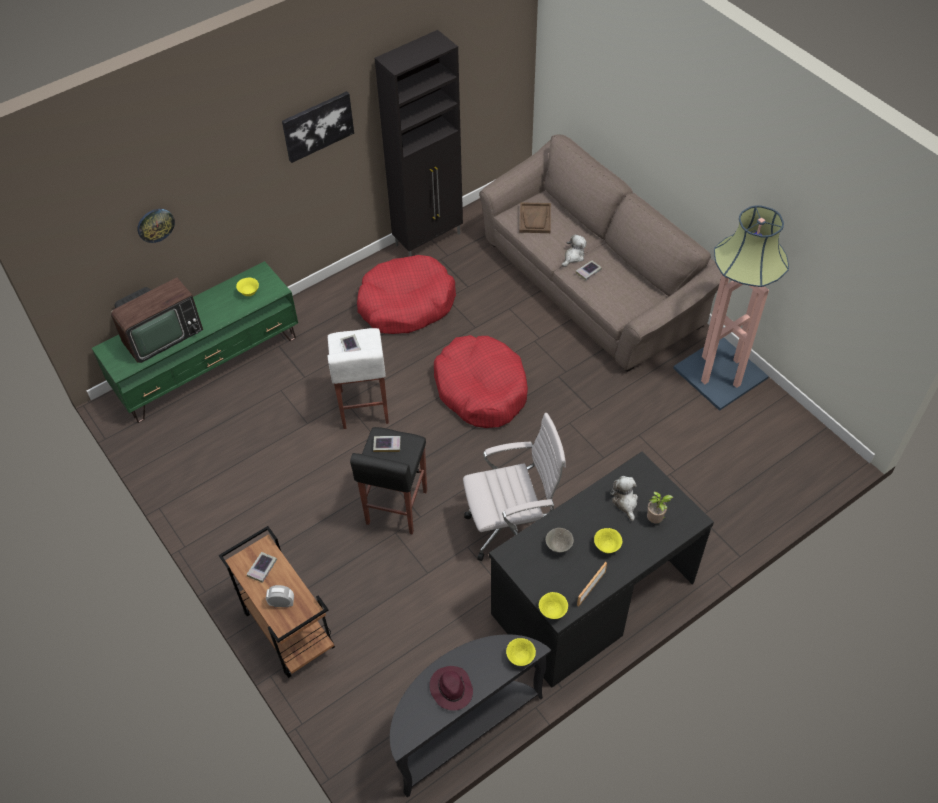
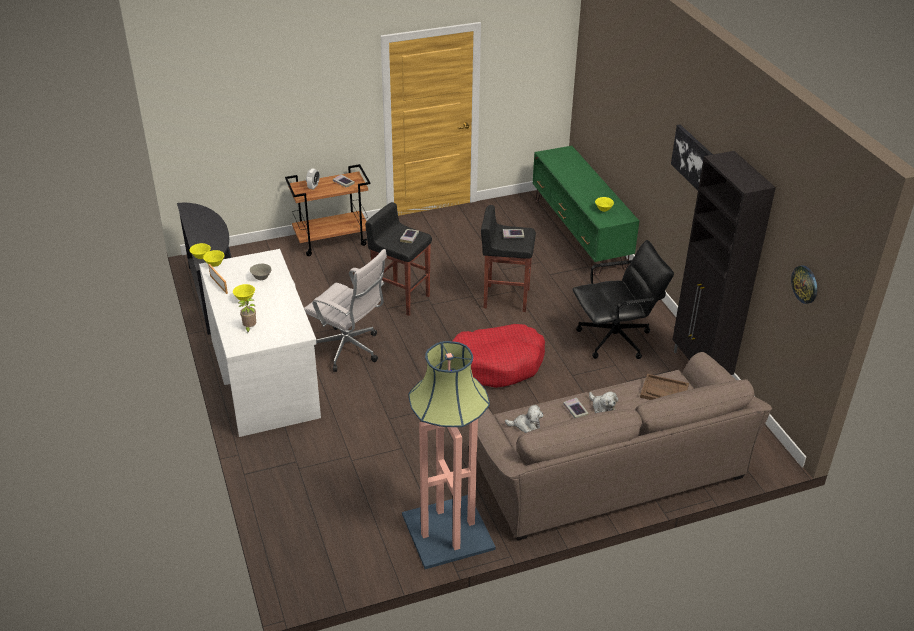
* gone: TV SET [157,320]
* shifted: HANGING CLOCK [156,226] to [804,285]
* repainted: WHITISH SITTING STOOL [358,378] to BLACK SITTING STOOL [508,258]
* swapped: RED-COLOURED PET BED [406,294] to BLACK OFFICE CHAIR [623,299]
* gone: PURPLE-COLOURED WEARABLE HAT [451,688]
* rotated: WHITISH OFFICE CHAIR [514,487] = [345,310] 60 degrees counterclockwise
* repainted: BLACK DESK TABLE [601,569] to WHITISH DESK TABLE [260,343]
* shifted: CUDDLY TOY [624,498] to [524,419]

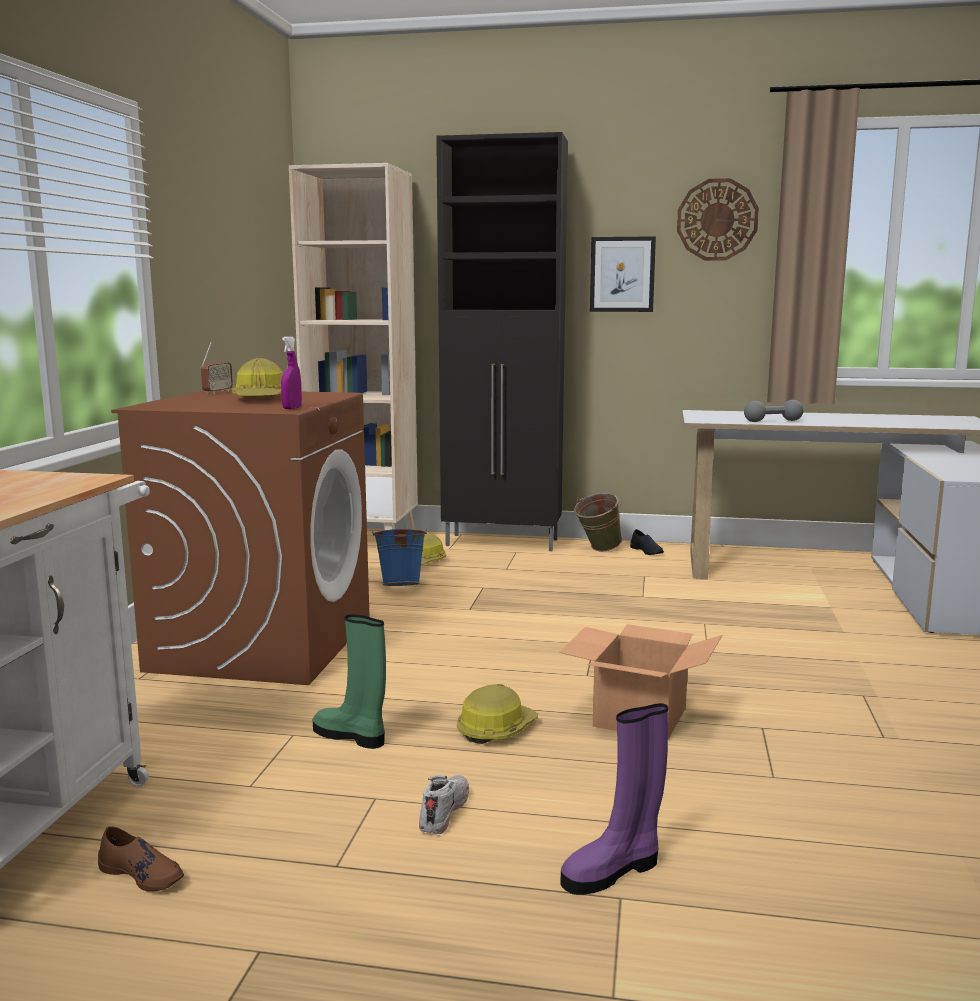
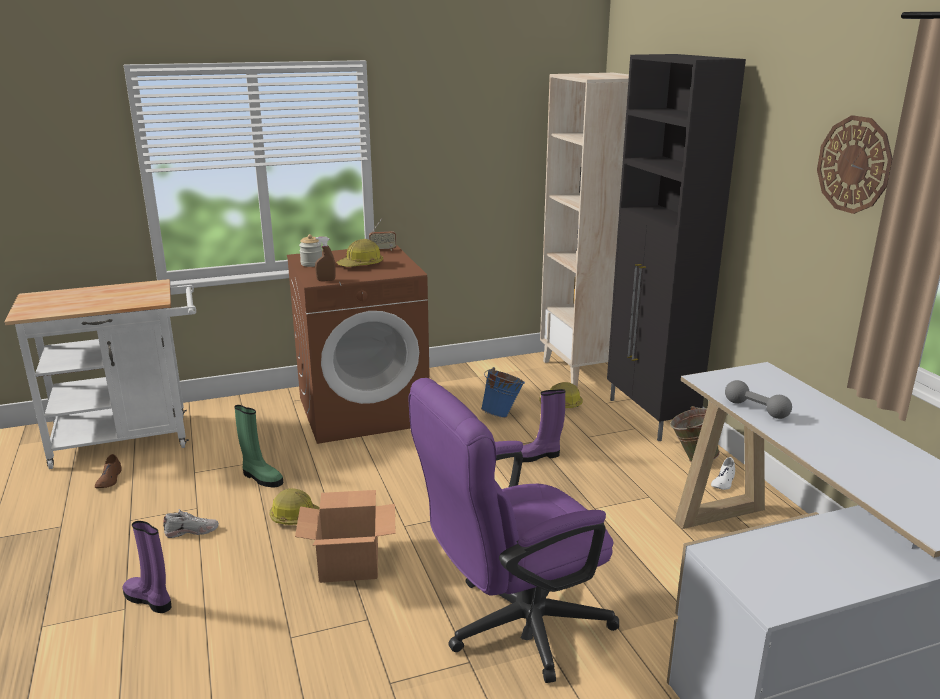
* repainted: PURPLE-COLOURED SPRAY BOTTLE [291,372] to BROWN SPRAY BOTTLE [325,259]
* rotated: GREEN TALL BOOT [349,681] = [258,446] 120 degrees clockwise
* gone: WALL PICTURE [623,274]
* repainted: BLACK LOW SHOE [647,542] to WHITISH LOW SHOE [723,473]
* new: JAR [310,250]
* new: PURPLE-COLOURED OFFICE CHAIR [513,530]
* new: PURPLE-COLOURED TALL BOOT [543,425]

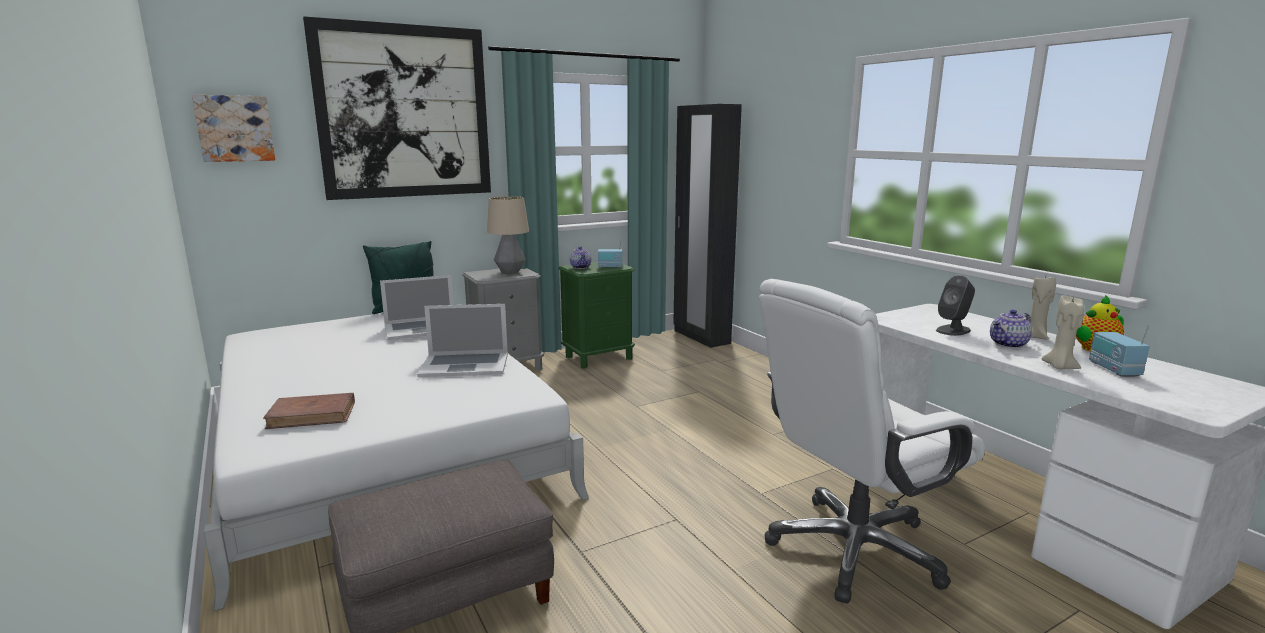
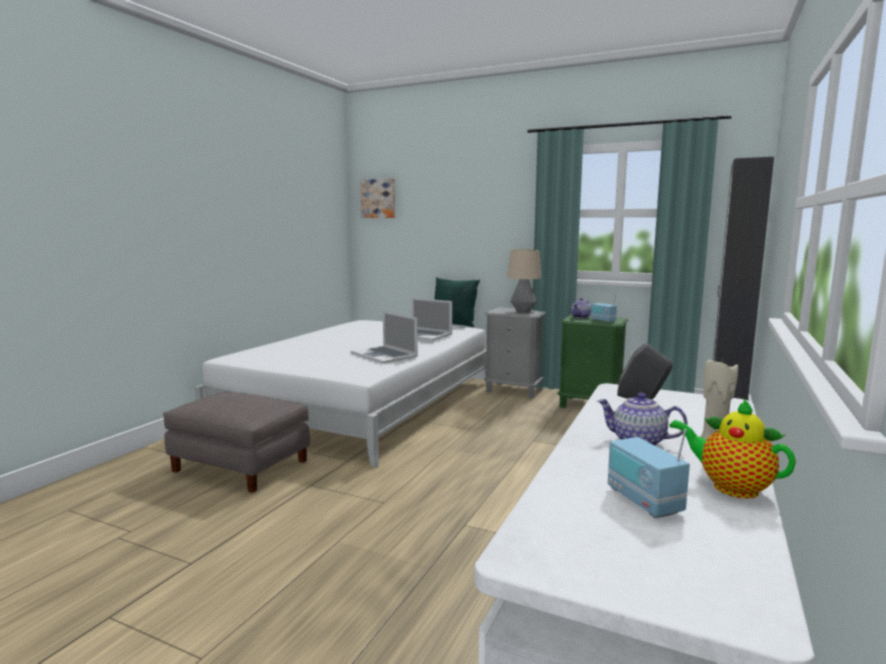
* gone: BROWN BOOK [309,411]
* gone: WALL PICTURE [397,108]
* gone: WHITISH OFFICE CHAIR [872,441]
* gone: BEIGE WAX LIGHT [1062,332]
* rotated: RADIO [1119,350] = [649,473] 75 degrees counterclockwise

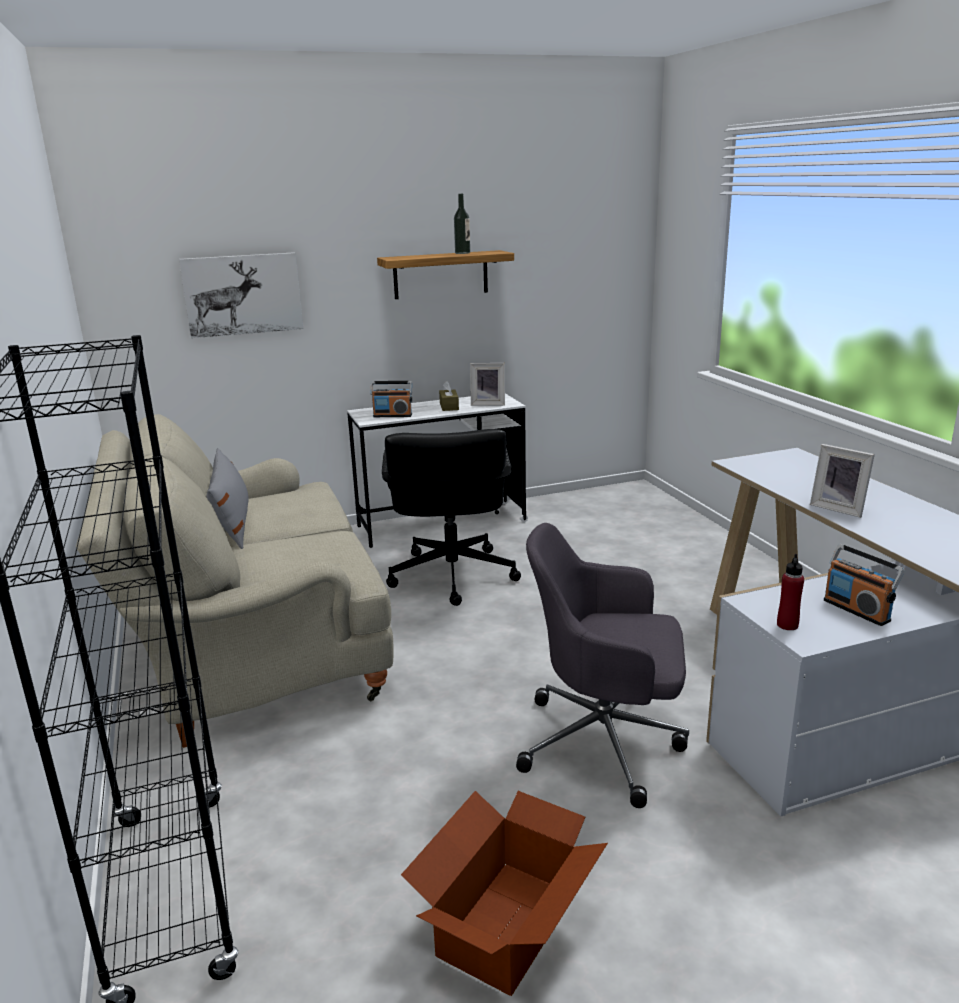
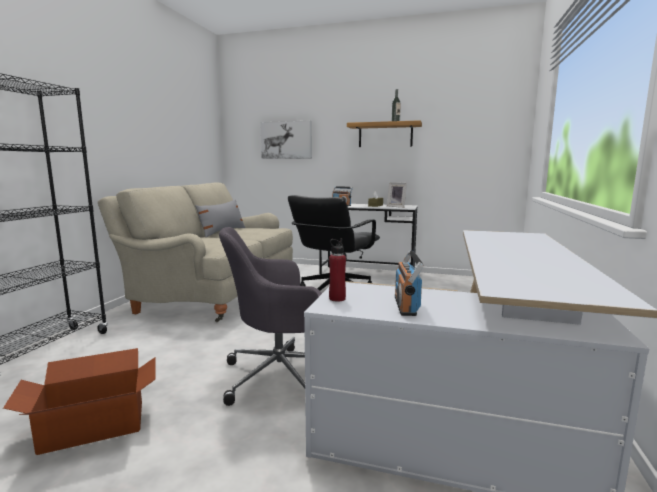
* rotated: GRAY OFFICE CHAIR [602,665] = [270,316] 60 degrees counterclockwise
* gone: STANDING FRAME [842,481]

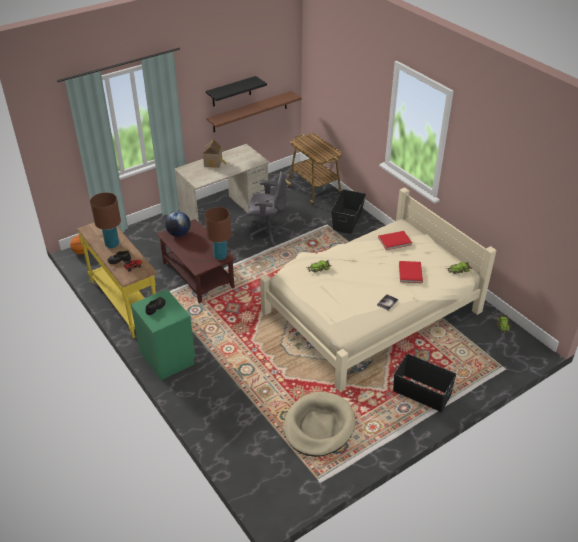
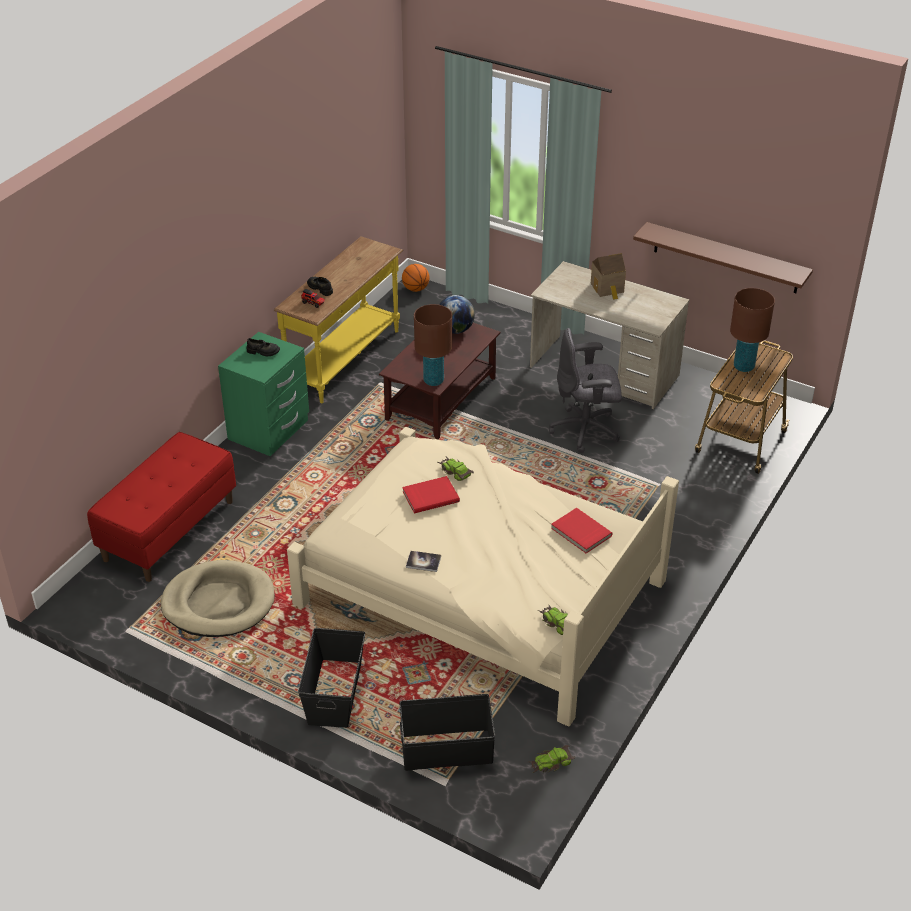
* shifted: BROWN TABLETOP LAMP [105,220] to [752,330]
* gone: BLACK WALL SHELF [236,91]
* rotated: GRAY OFFICE CHAIR [269,208] = [585,390] 105 degrees clockwise
* shifted: BLACK STORAGE BIN [348,211] to [447,732]
* shifted: RED-COLOURED BOOK [411,272] to [431,494]
* new: RED-COLOURED LONG SEAT [161,507]

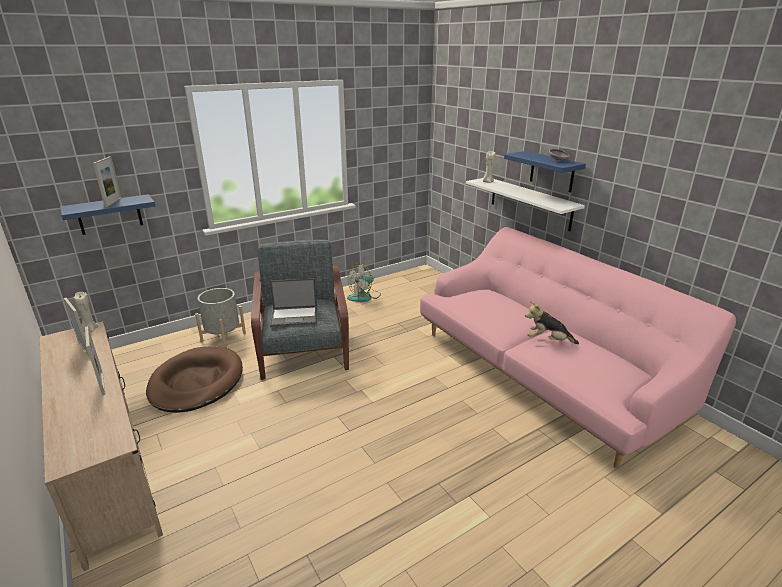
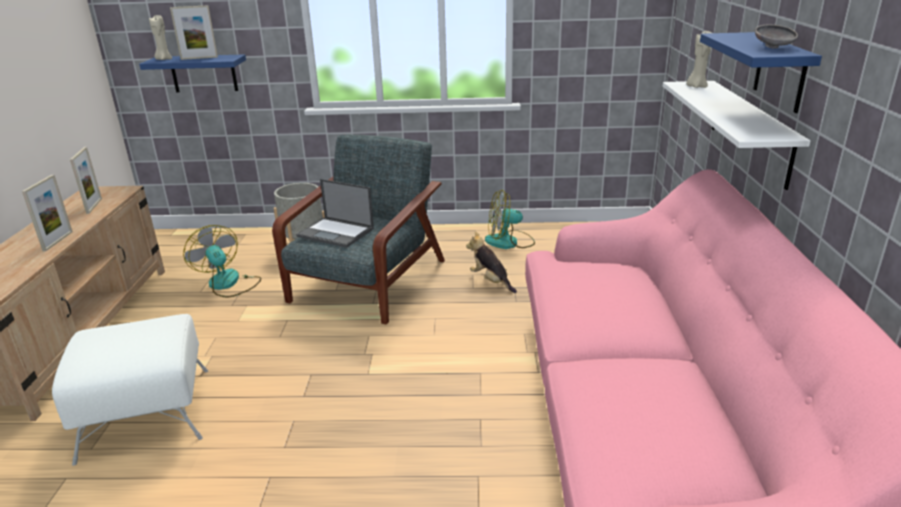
* shifted: BEIGE WAX LIGHT [85,312] to [160,37]
* rotated: STANDING FRAME [107,181] = [194,32] 45 degrees clockwise
* swapped: BROWN PET BED [194,379] to FAN [222,261]
* shifted: CUDDLY TOY [552,322] to [491,262]
* new: WHITISH FOOTREST [130,390]

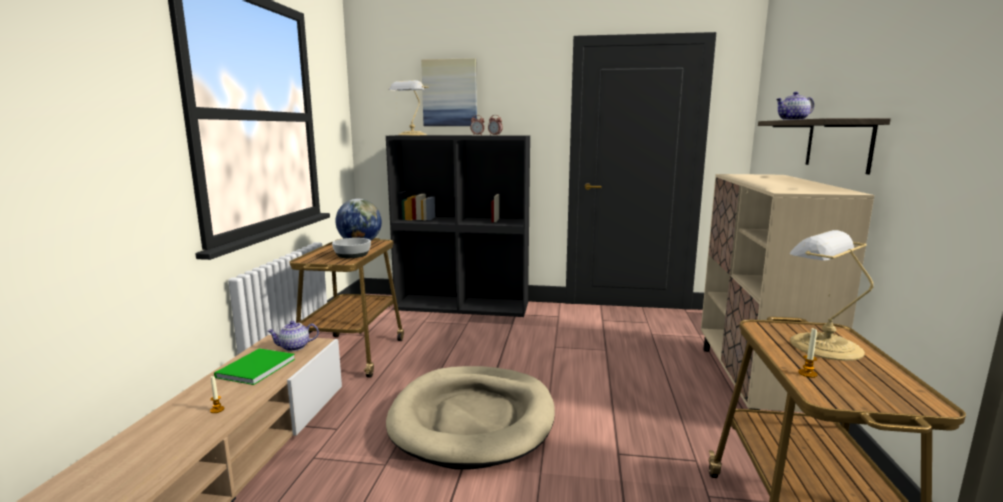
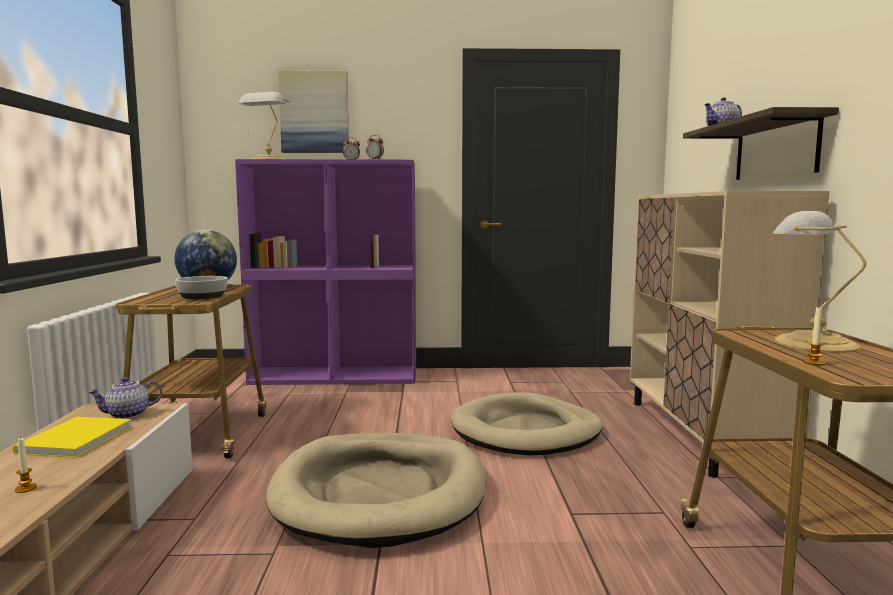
* repainted: GREEN BOOK [254,366] to YELLOW-COLOURED BOOK [72,437]
* repainted: BLACK BOOKSHELF [458,226] to PURPLE-COLOURED BOOKSHELF [325,272]
* new: BEIGE PET BED [527,423]

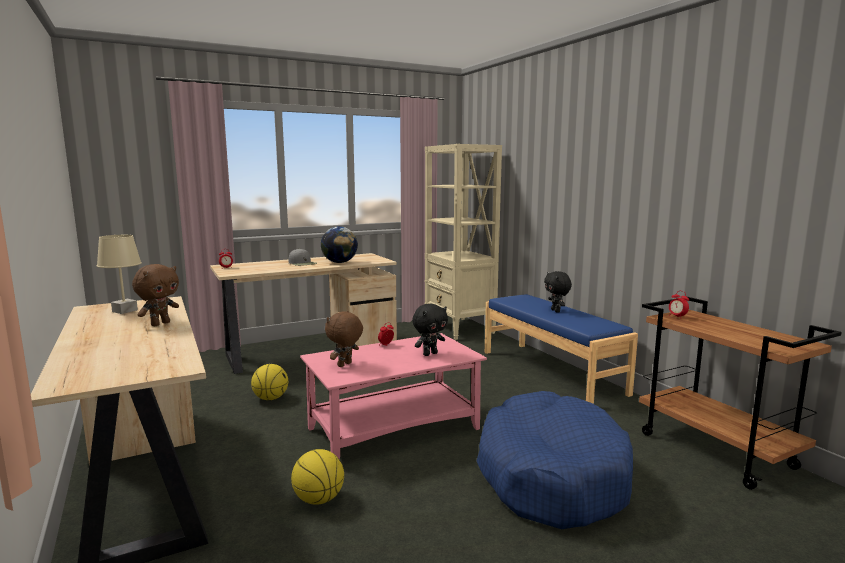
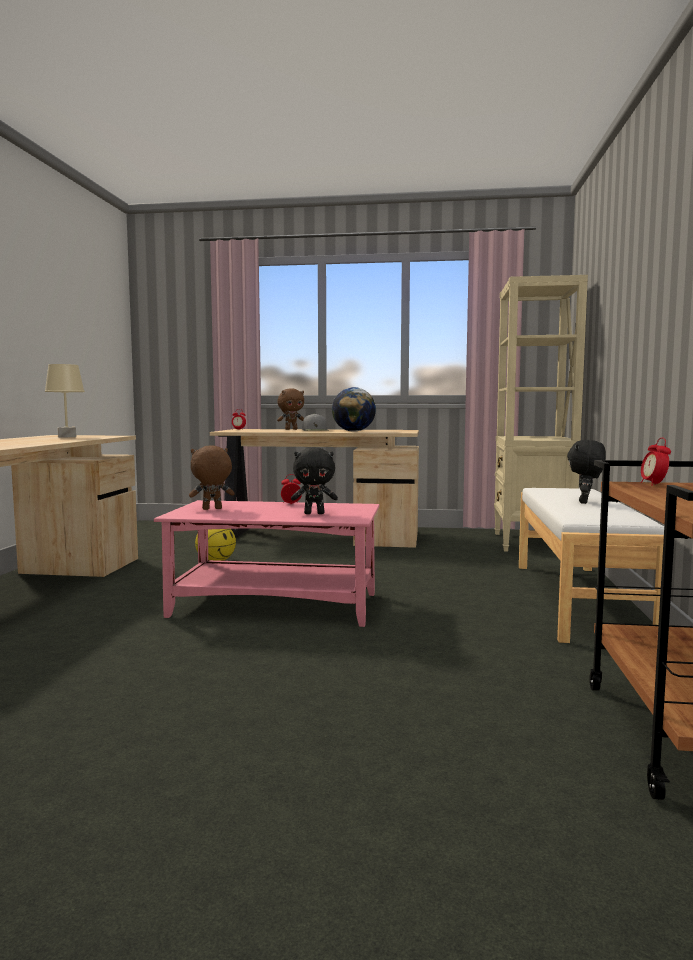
* shifted: BROWN CUDDLY TOY [155,295] to [290,409]
* gone: BASKETBALL [317,477]
* gone: BLUISH PET BED [555,460]
* repainted: BLUISH LONG SEAT [561,349] to WHITISH LONG SEAT [591,565]

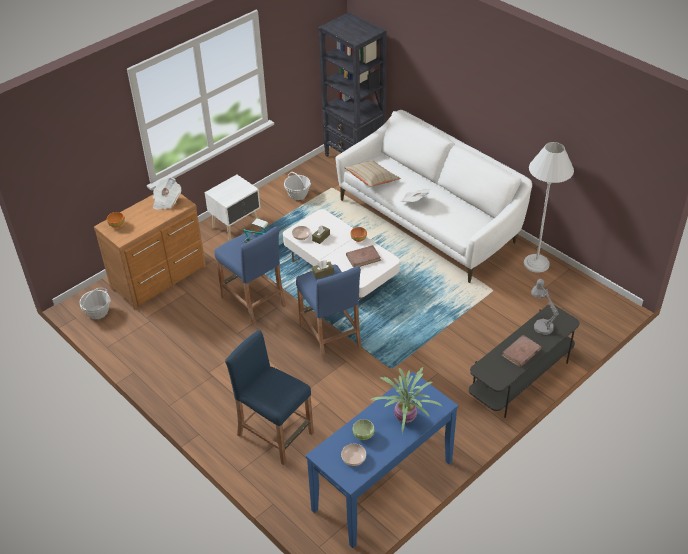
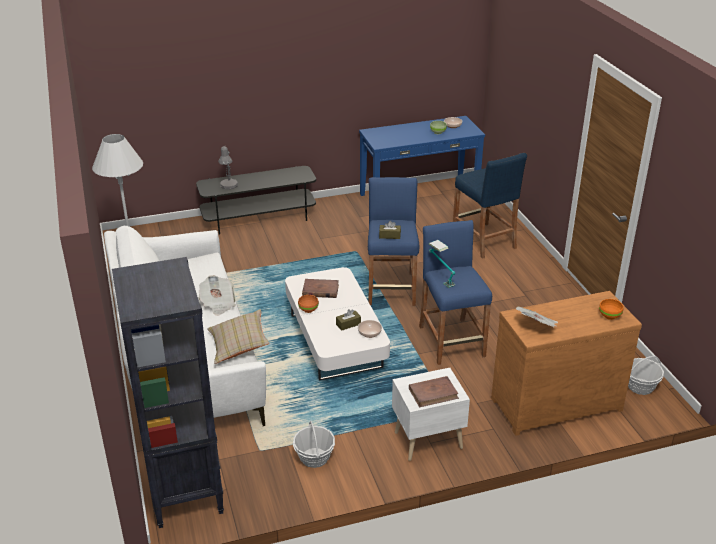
* gone: HOUSEPLANT [407,400]
* shifted: BROWN BOOK [521,351] to [434,391]

